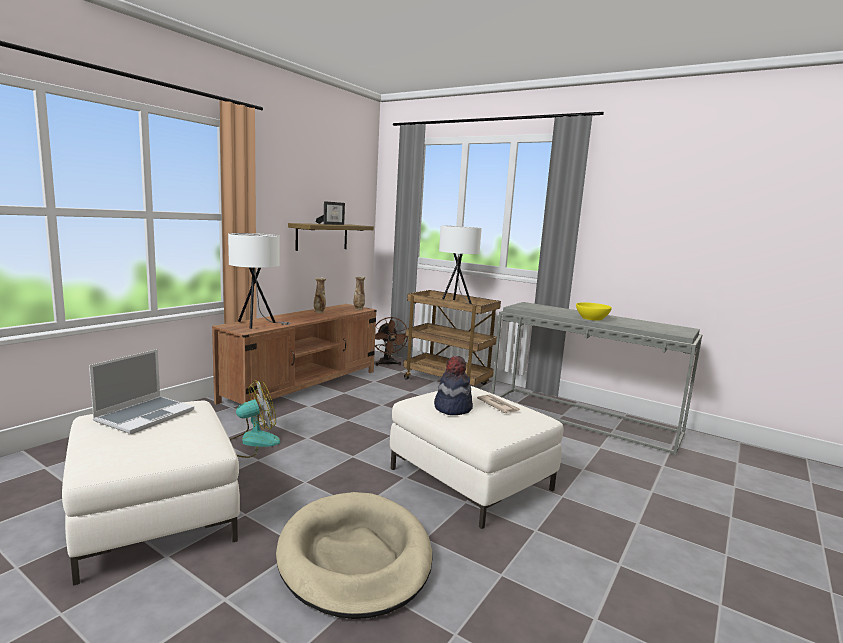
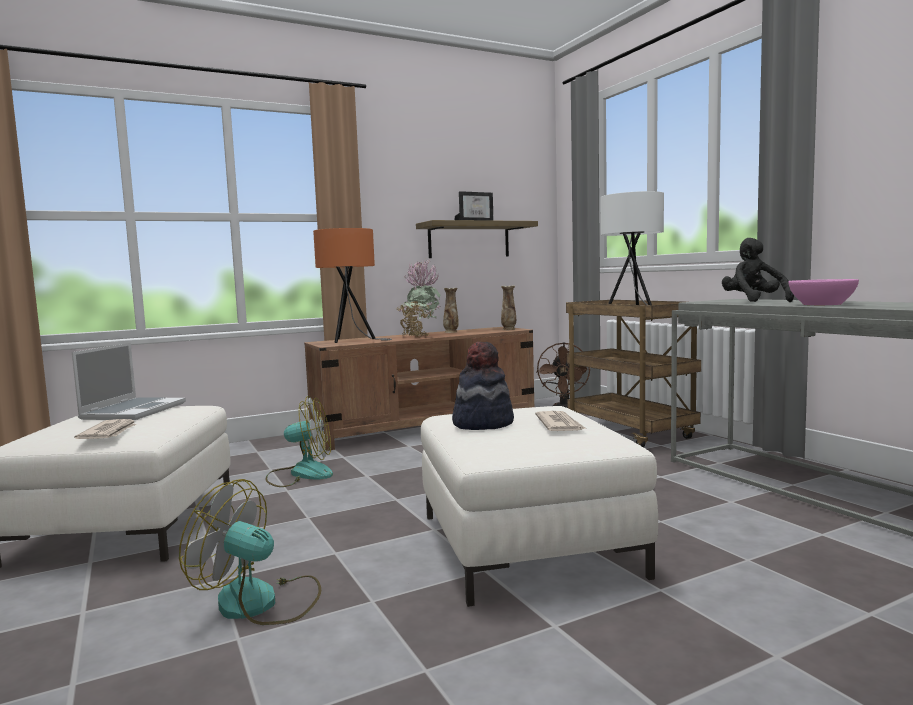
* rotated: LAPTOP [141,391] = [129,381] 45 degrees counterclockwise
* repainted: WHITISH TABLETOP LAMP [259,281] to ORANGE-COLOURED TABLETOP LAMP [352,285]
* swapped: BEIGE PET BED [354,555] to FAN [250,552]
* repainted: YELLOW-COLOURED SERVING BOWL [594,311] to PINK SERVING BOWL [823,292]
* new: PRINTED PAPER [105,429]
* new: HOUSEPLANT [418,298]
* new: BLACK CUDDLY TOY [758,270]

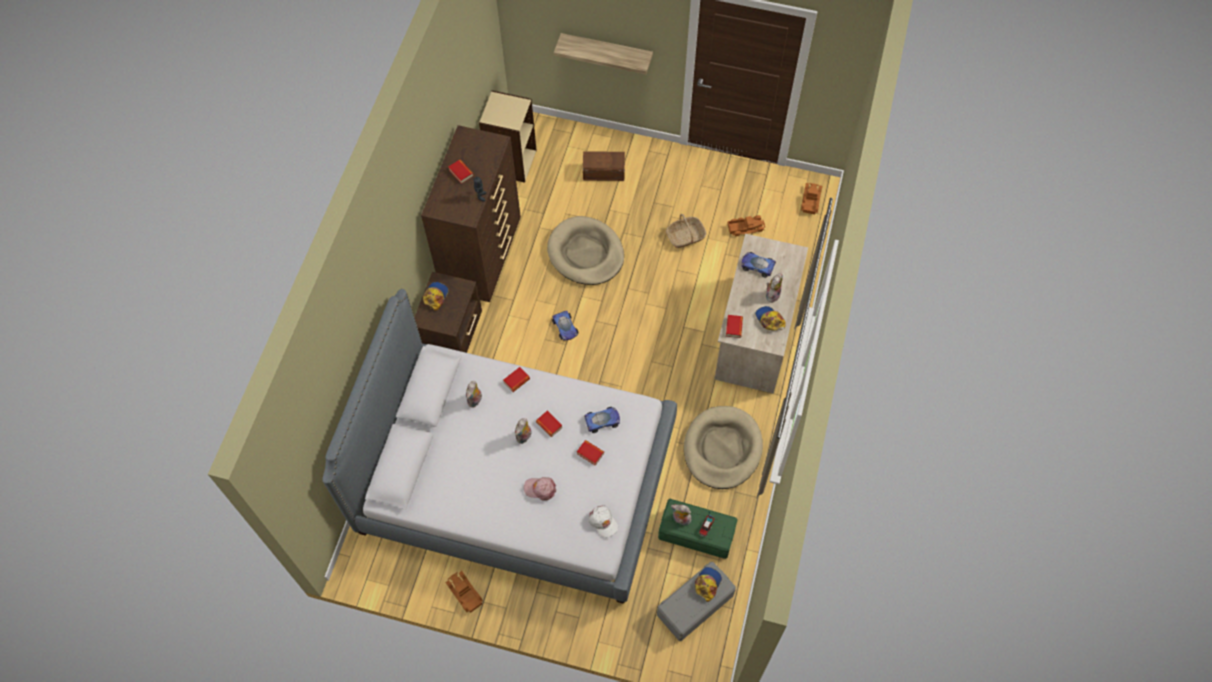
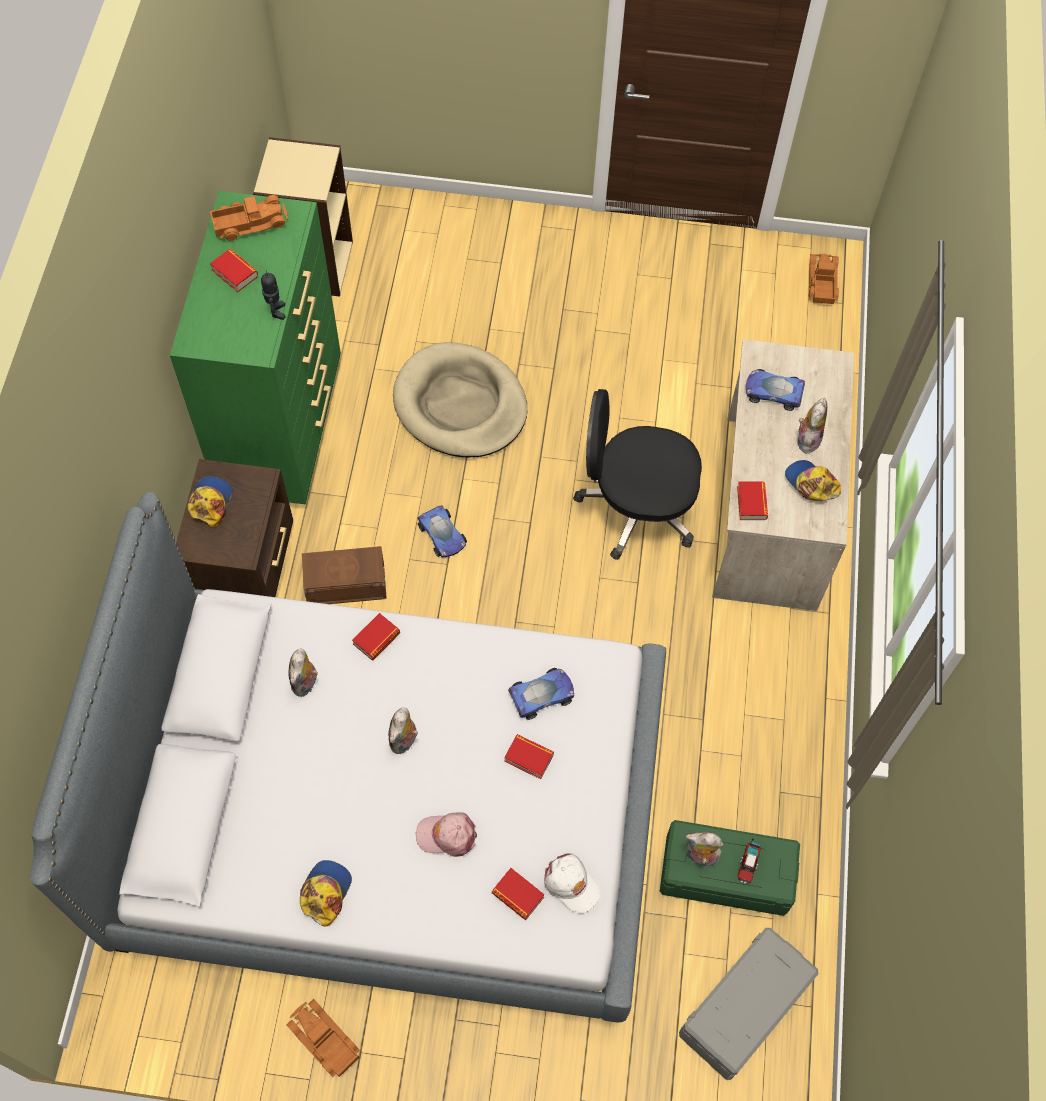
* repainted: BROWN DRAWER CHEST [471,213] to GREEN DRAWER CHEST [255,347]
* shifted: BOOK [549,424] to [518,894]
* gone: WALL SHELF [603,53]
* shifted: BROWN STORAGE BIN [604,166] to [344,575]
* gone: STORAGE BASKET [686,231]
* gone: BEIGE PET BED [723,447]
* shifted: BASEBALL CAP [708,584] to [326,893]
* shifted: TOY TRUCK [746,226] to [249,218]
* new: BLACK OFFICE CHAIR [637,474]

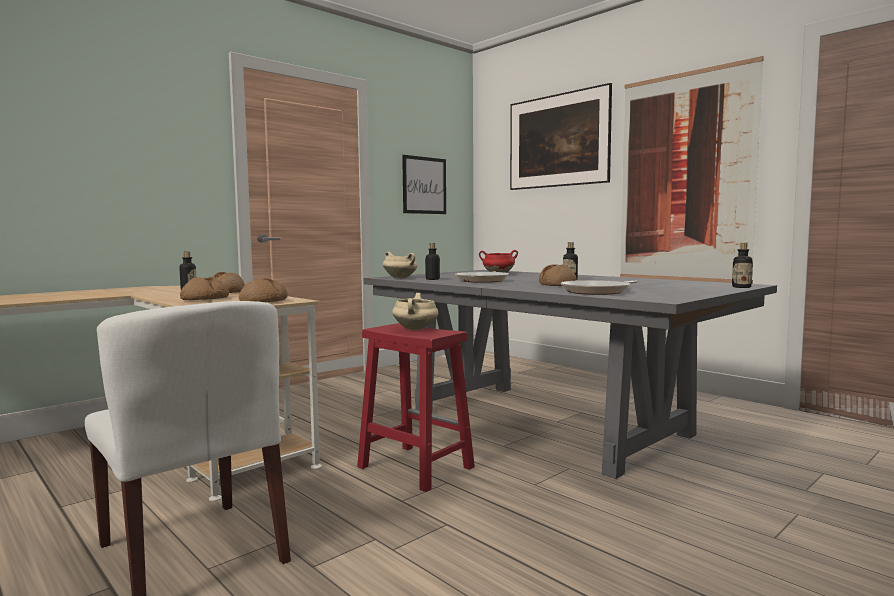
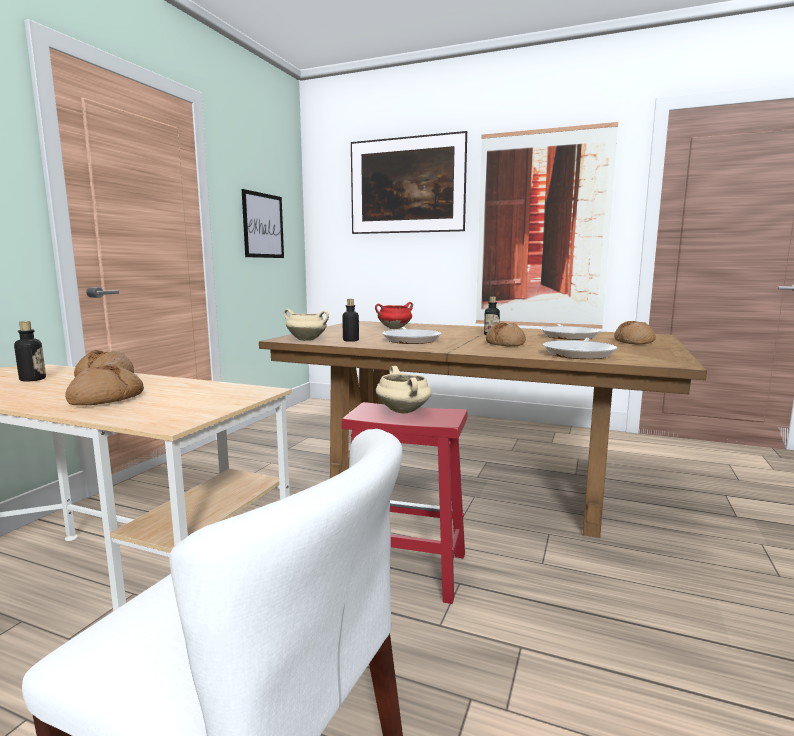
* shifted: BREAD [263,290] to [635,332]
* repainted: GRAY KITCHEN TABLE [570,374] to BROWN KITCHEN TABLE [483,429]
* gone: BEVERAGE BOTTLE [742,265]
* new: PAN [570,332]

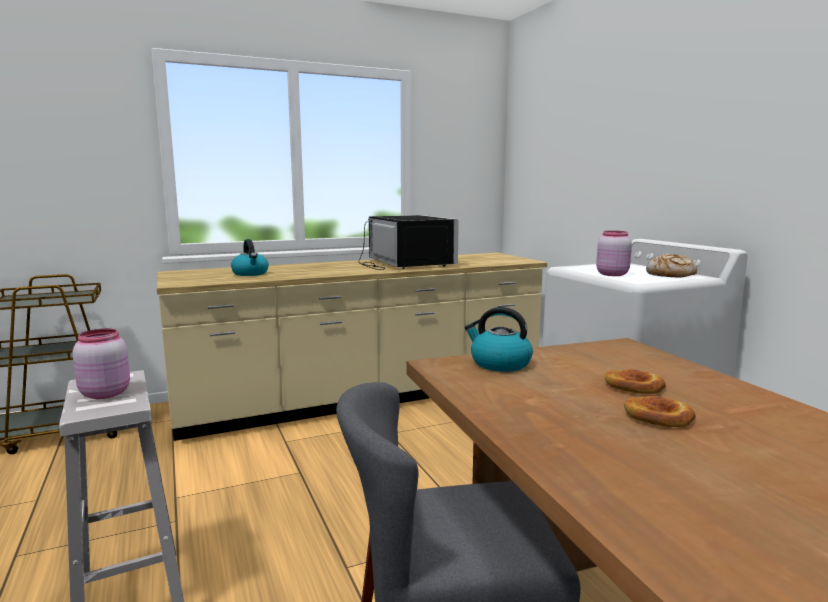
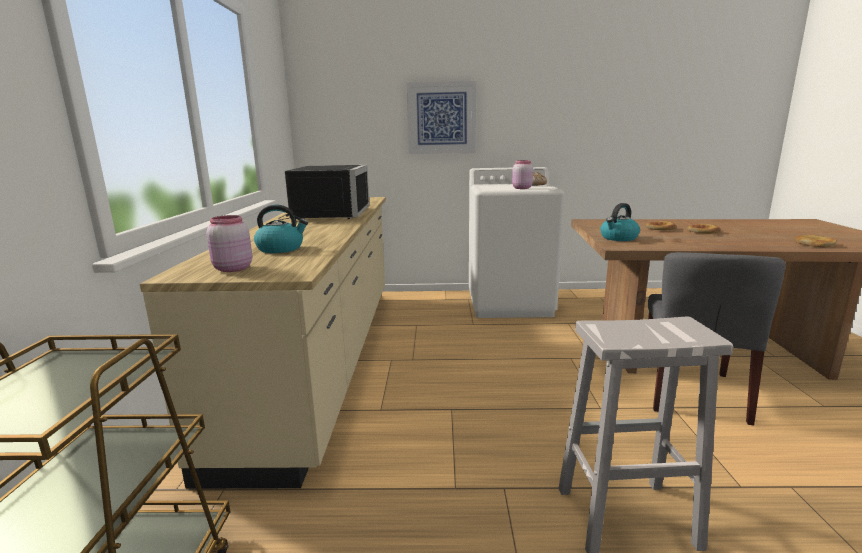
* shifted: PINK JAR [101,364] to [229,243]
* rotated: BLACK KITCHEN MICROWAVE [408,242] = [324,192] 90 degrees clockwise
* new: WALL PICTURE [441,117]
* new: BREAD [816,241]

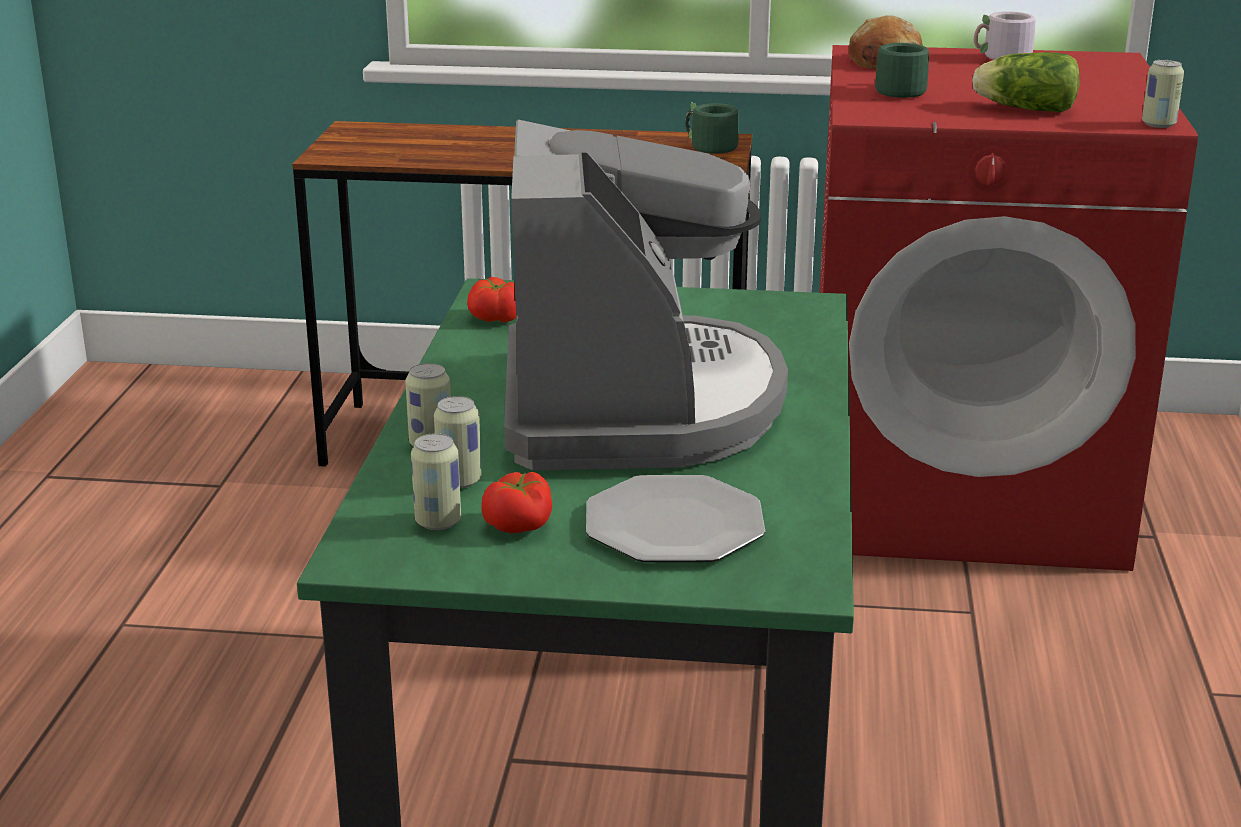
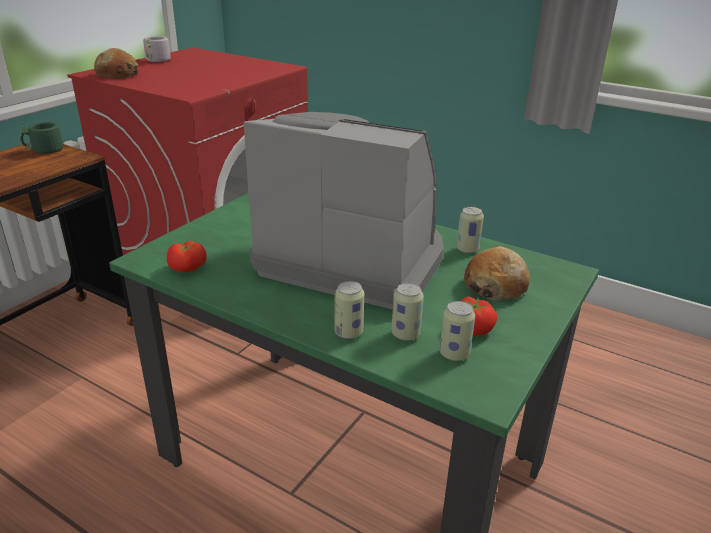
* swapped: FLAT DISH [675,518] to BREAD [497,273]
* gone: GREEN COFFEE MUG [900,69]
* gone: LETTUCE HEAD [1026,82]
* shifted: METAL CAN [1163,94] to [470,230]

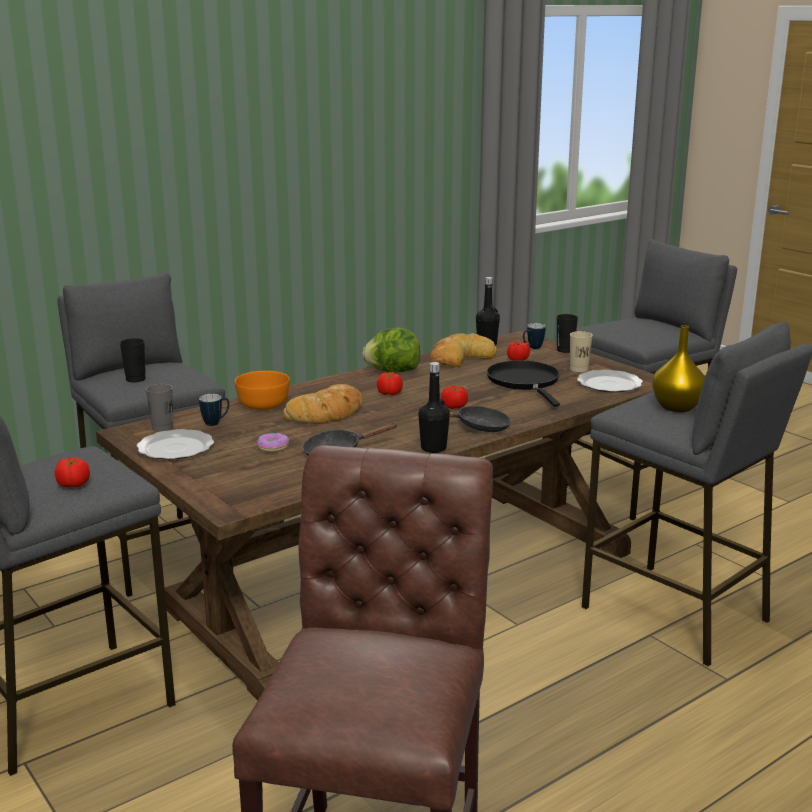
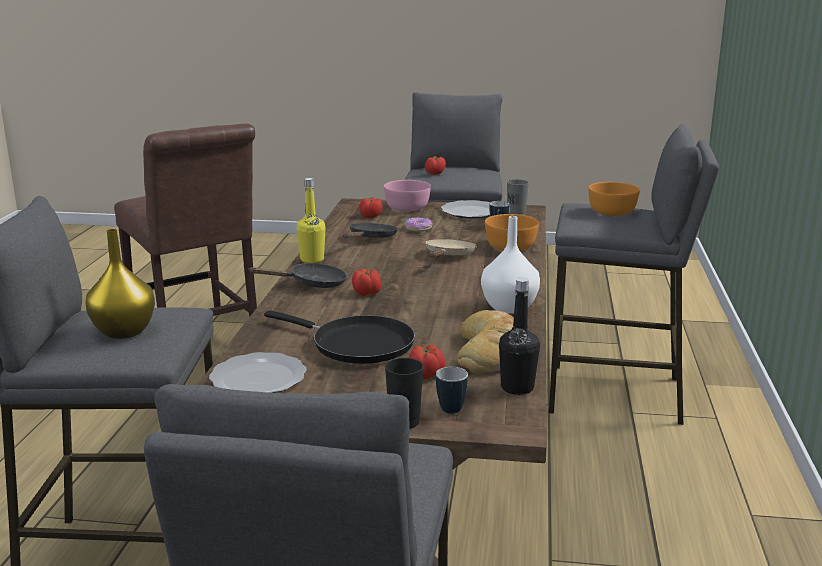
* swapped: BLACK SMALL CUP [133,360] to ORANGE-COLOURED SERVING BOWL [614,199]
* swapped: BREAD [323,404] to BEIGE PAN [450,248]
* swapped: LETTUCE HEAD [391,350] to WHITISH DECORATIVE VASE [510,265]
* shifted: FRESH TOMATO [390,383] to [371,207]
* repainted: BLACK BEVERAGE BOTTLE [434,407] to YELLOW-COLOURED BEVERAGE BOTTLE [311,220]
* rotated: BLACK PAN [465,419] = [297,275] 150 degrees counterclockwise
* gone: BEIGE SMALL CUP [581,351]
* new: PINK SERVING BOWL [407,196]

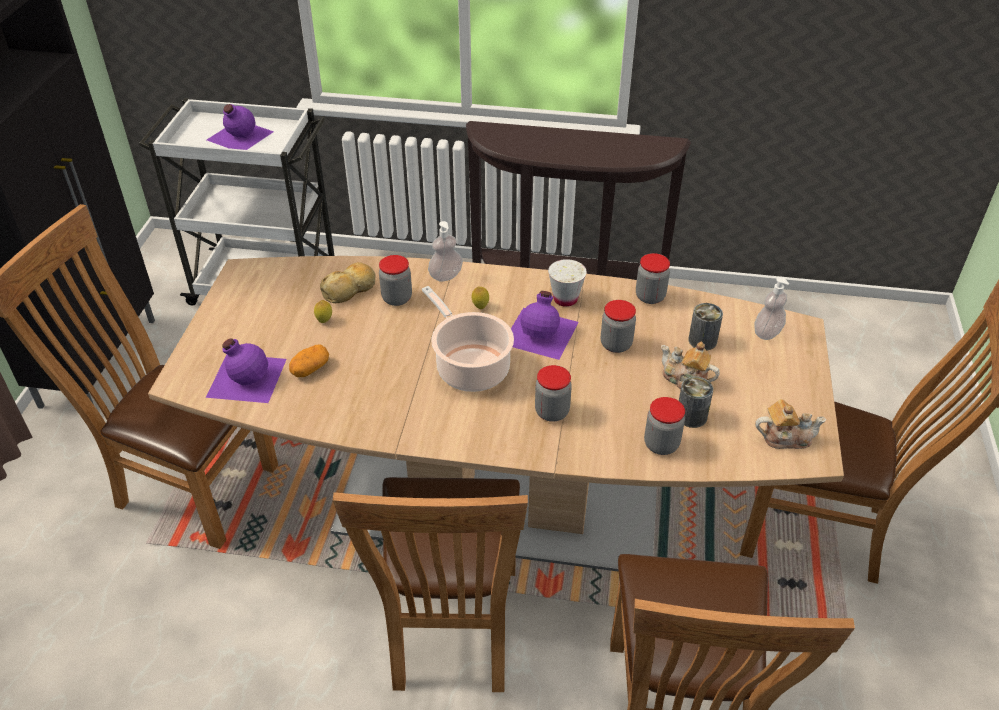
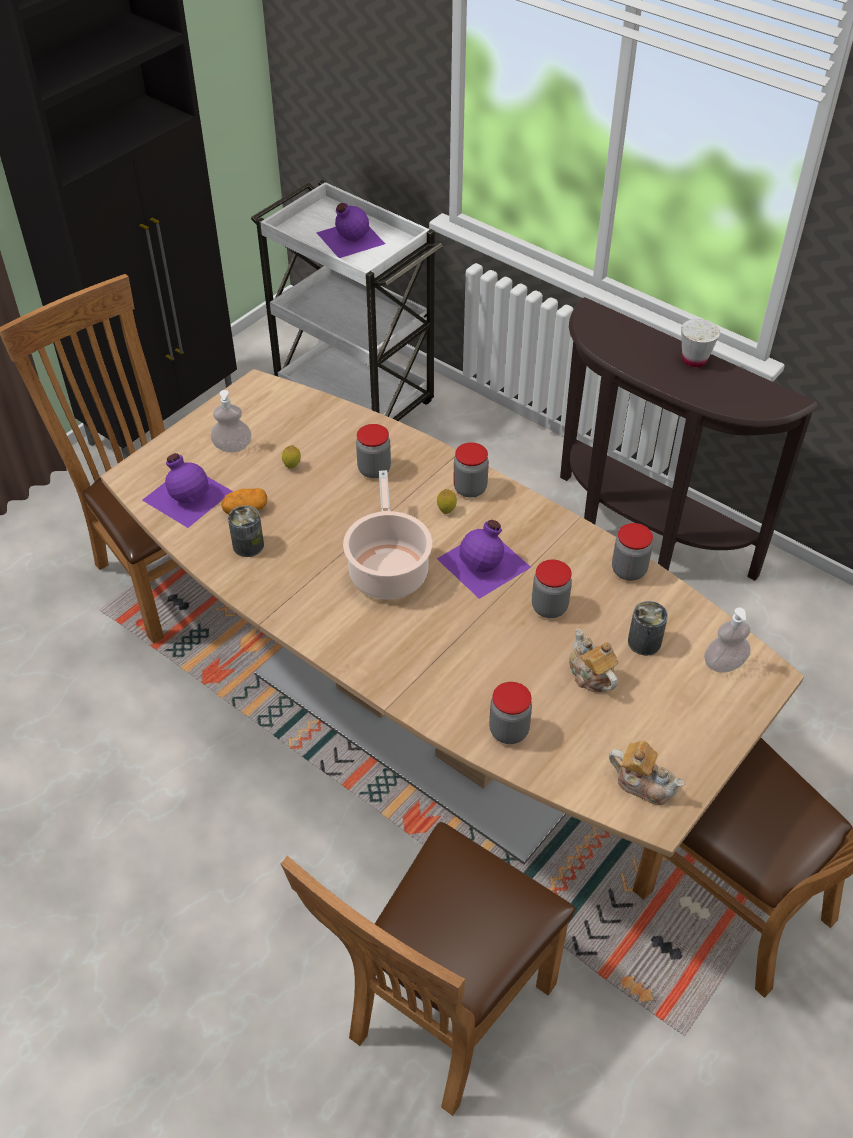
* gone: BREAD [348,282]
* gone: BROWN UPRIGHT CHAIR [430,584]
* shifted: SOAP BOTTLE [445,251] to [231,421]
* shifted: JAR [553,393] to [471,470]
* shifted: WHITISH SMALL CUP [567,283] to [700,343]
* shifted: METAL CAN [696,402] to [246,531]

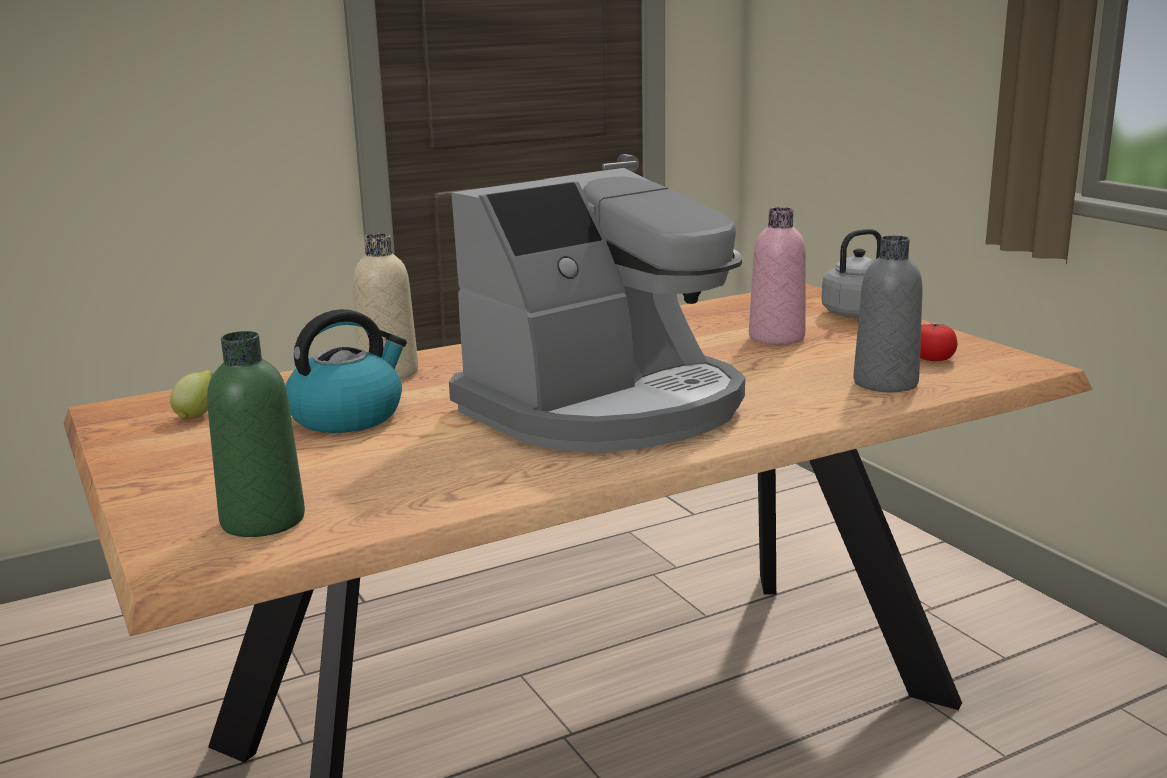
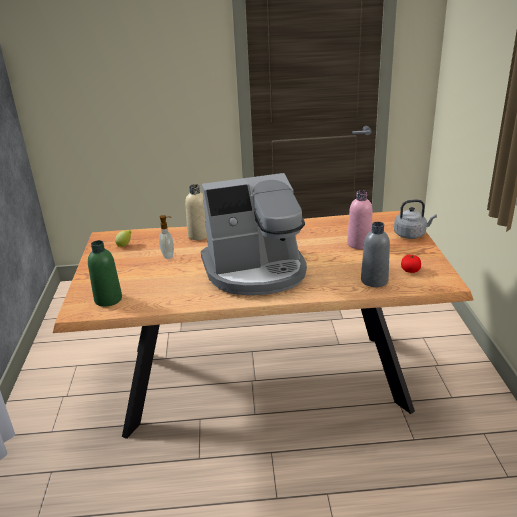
* swapped: TEA KETTLE [346,371] to SOAP BOTTLE [166,237]

